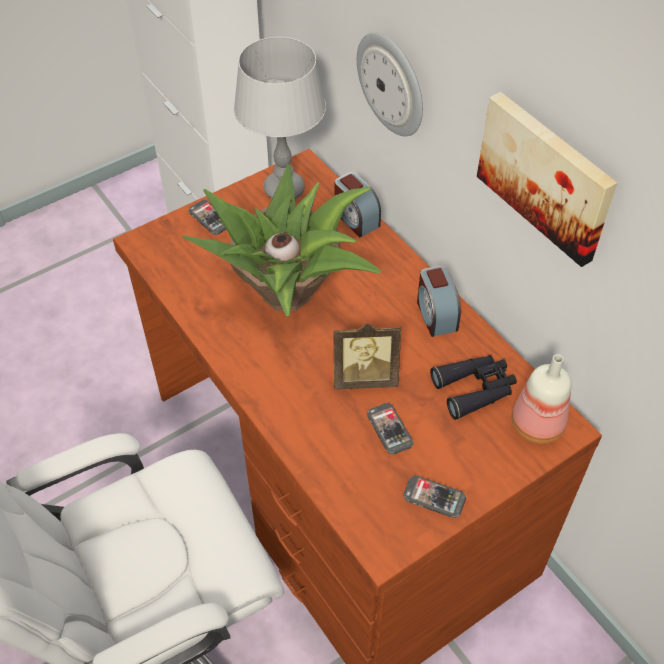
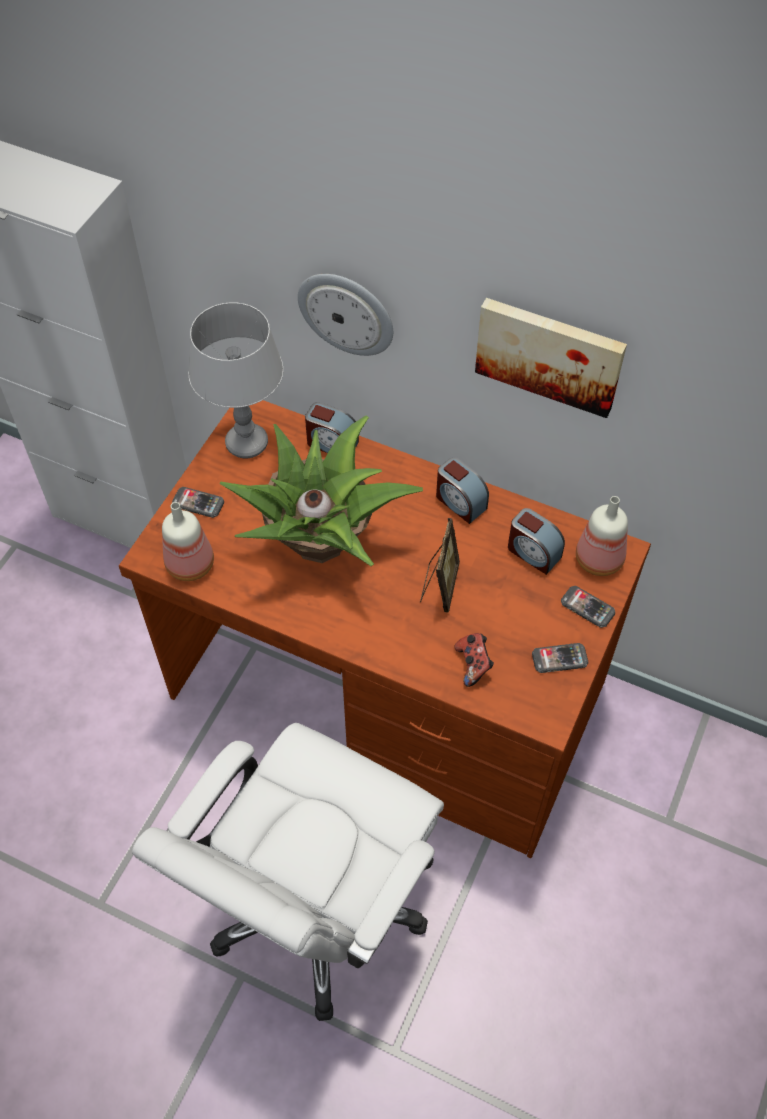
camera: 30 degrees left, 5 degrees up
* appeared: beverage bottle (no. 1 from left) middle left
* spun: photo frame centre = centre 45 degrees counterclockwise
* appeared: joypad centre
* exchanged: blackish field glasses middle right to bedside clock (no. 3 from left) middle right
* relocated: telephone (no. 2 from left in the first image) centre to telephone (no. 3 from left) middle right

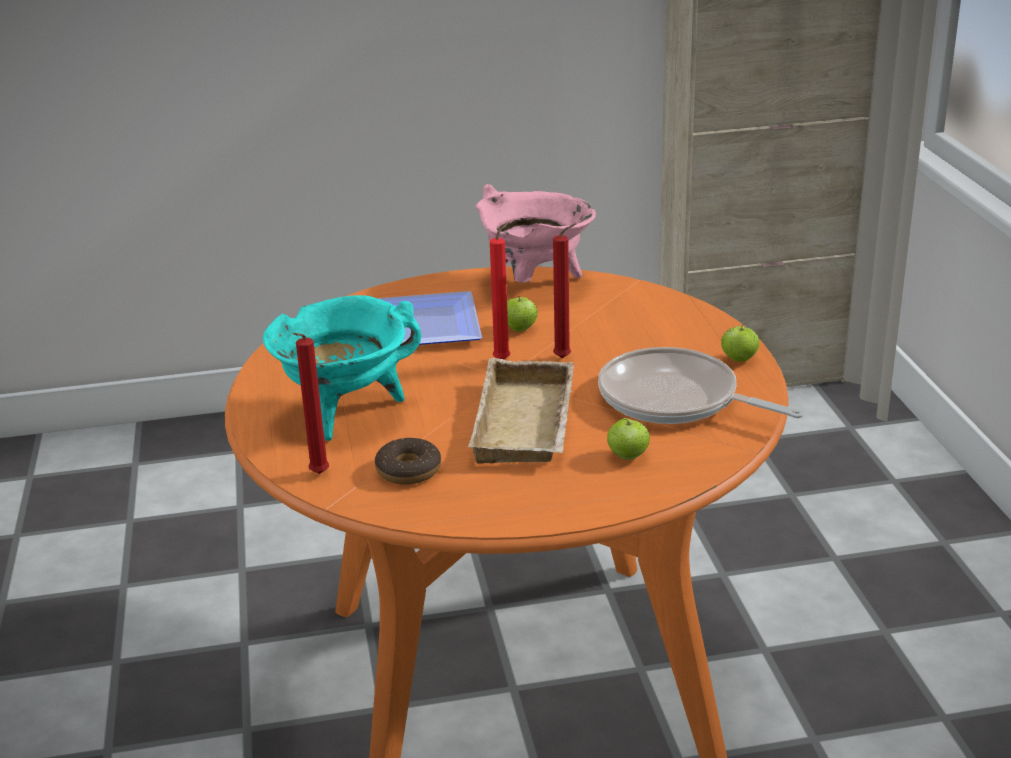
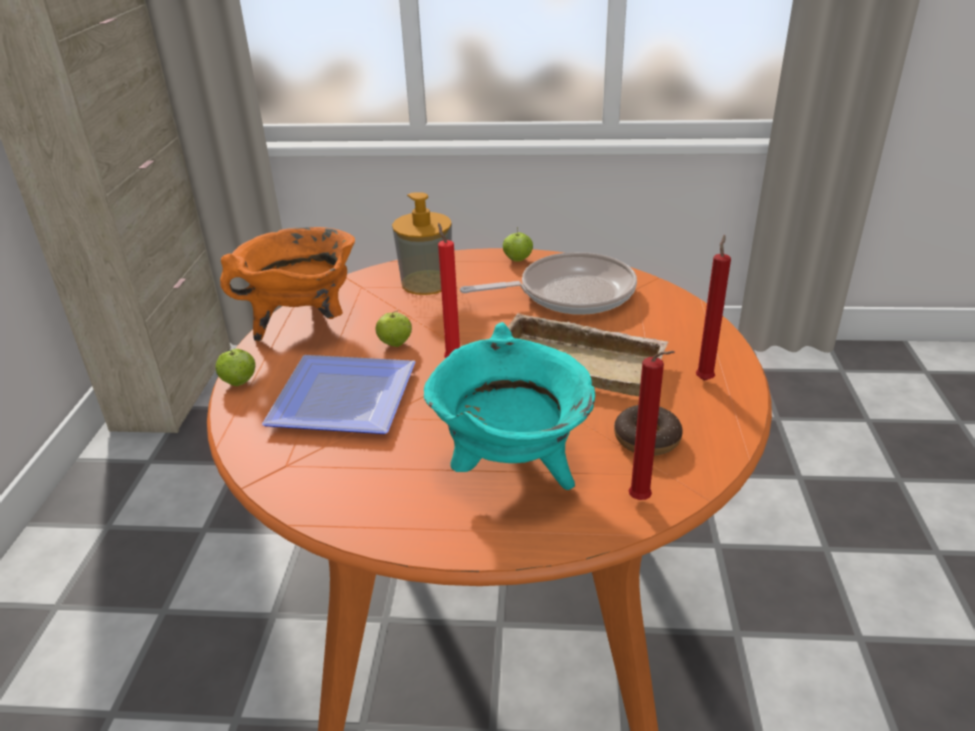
camera: 75 degrees left, 5 degrees up
* relocated: apple (no. 2 from left in the first image) centre to apple (no. 1 from left) middle left
* colour: pink saucepot top centre to orange-coloured saucepot middle left
* appeared: soap dispenser top centre
* spun: skillet middle right = centre 150 degrees counterclockwise
* relocated: red-coloured wax light (no. 3 from left) centre to middle right

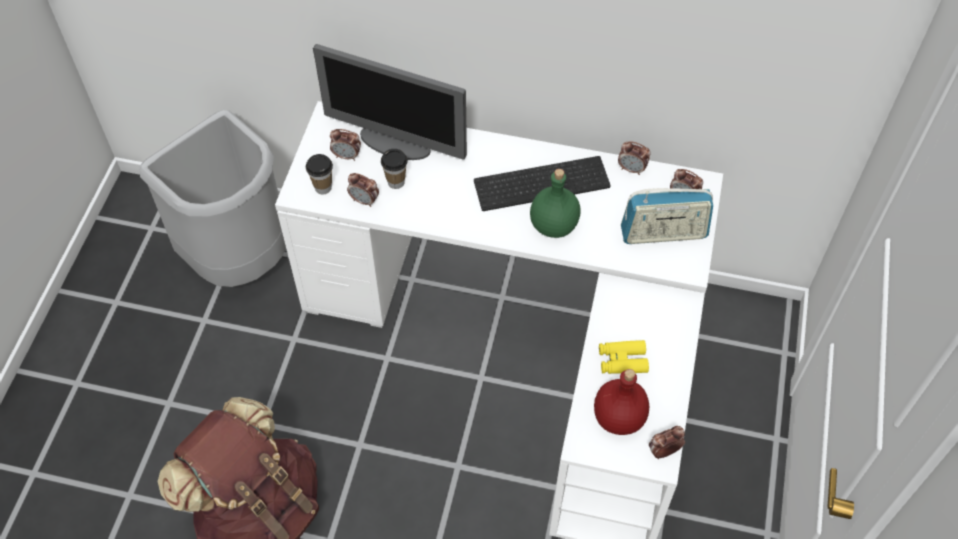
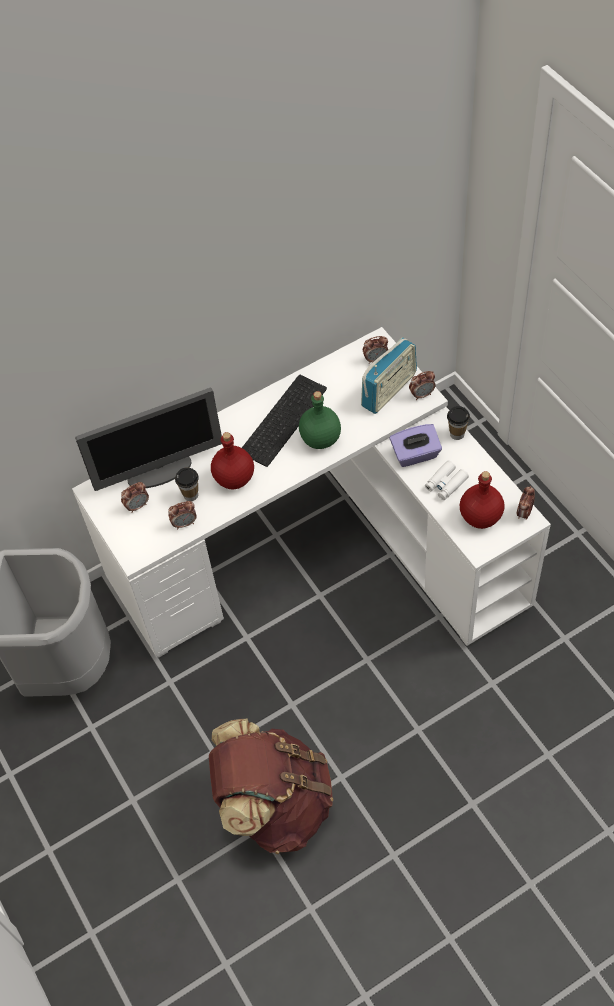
camera: 40 degrees left, 0 degrees up
* appeared: red-coloured beverage bottle (no. 1 from left) centre
* appeared: purplish tissue holder middle right
* relocated: bedside clock (no. 3 from left in the first image) top centre to bedside clock (no. 4 from left) middle right
* colour: yellow field glasses centre to white field glasses middle right
* relocated: cup (no. 1 from left in the first image) top left to cup (no. 2 from left) middle right

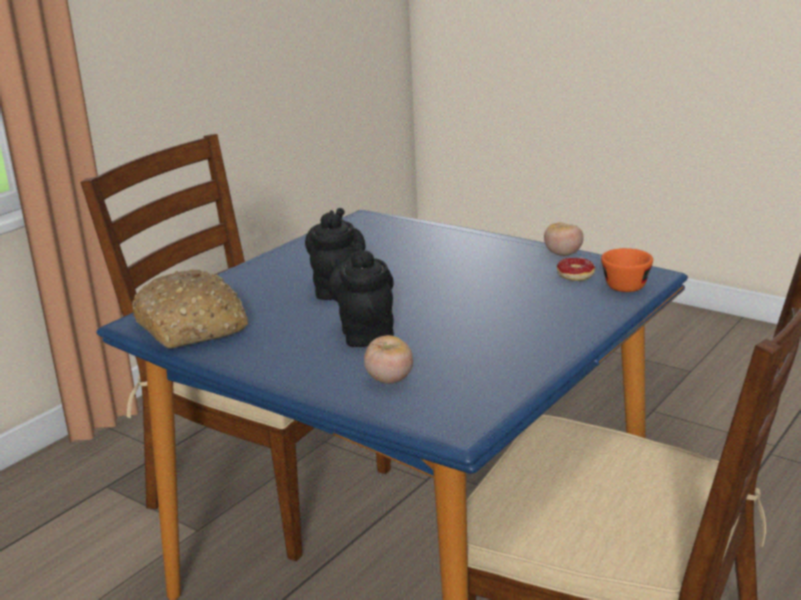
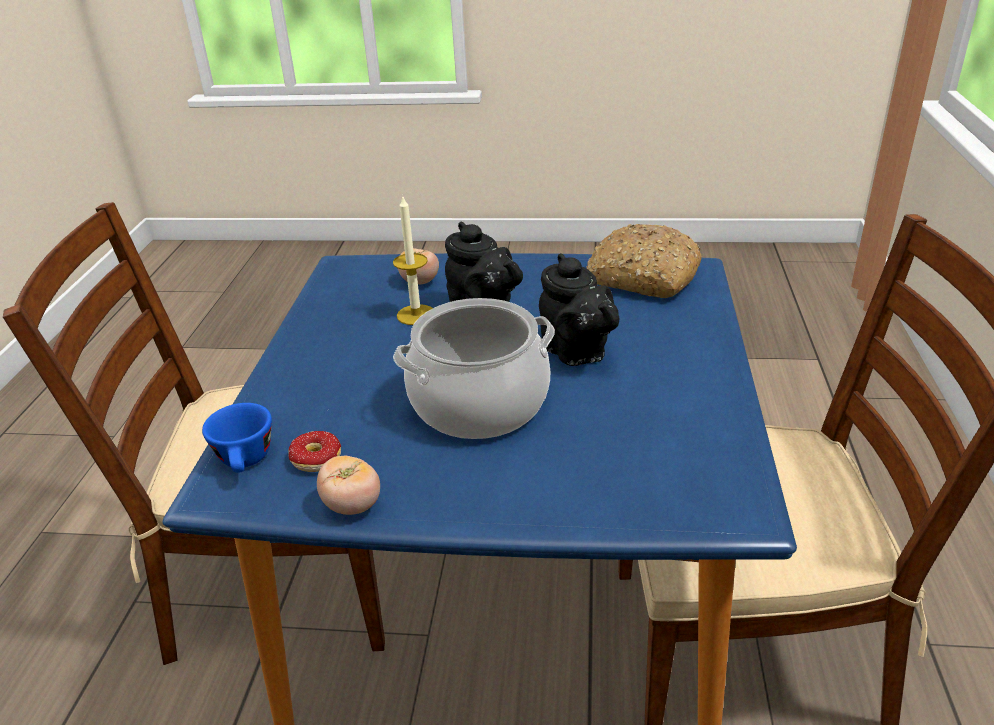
camera: 150 degrees right, 10 degrees up
* colour: orange-coloured cup middle right to bluish cup middle left
* appeared: wax light centre
* appeared: saucepot centre

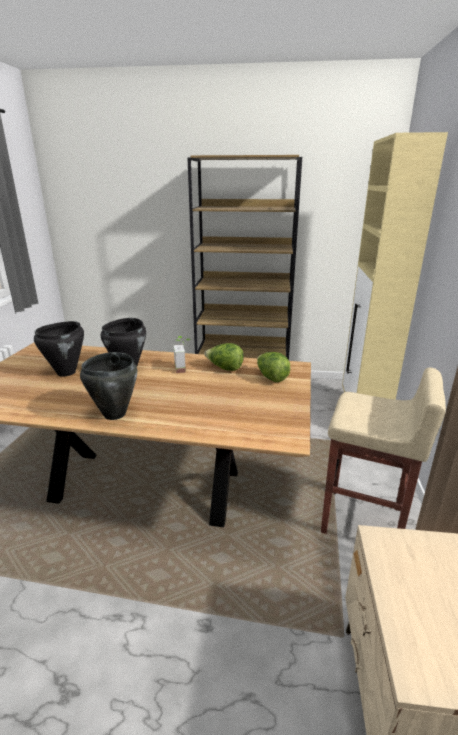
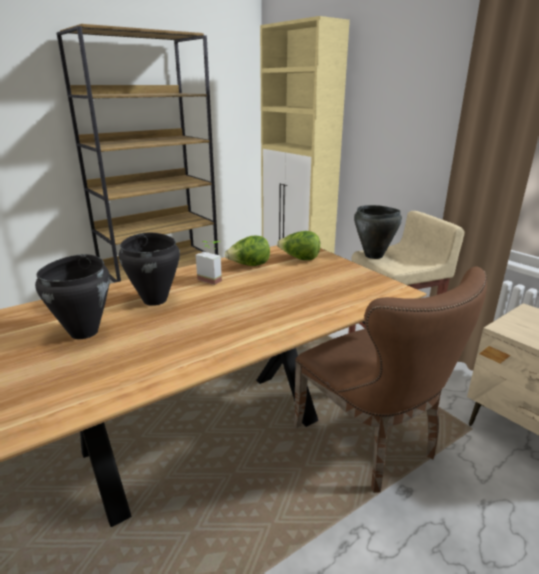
camera: 45 degrees left, 0 degrees up
* appeared: brownish plain chair middle right
* relocated: blackish saucepot (no. 2 from left in the first image) middle left to blackish saucepot (no. 3 from left) middle right

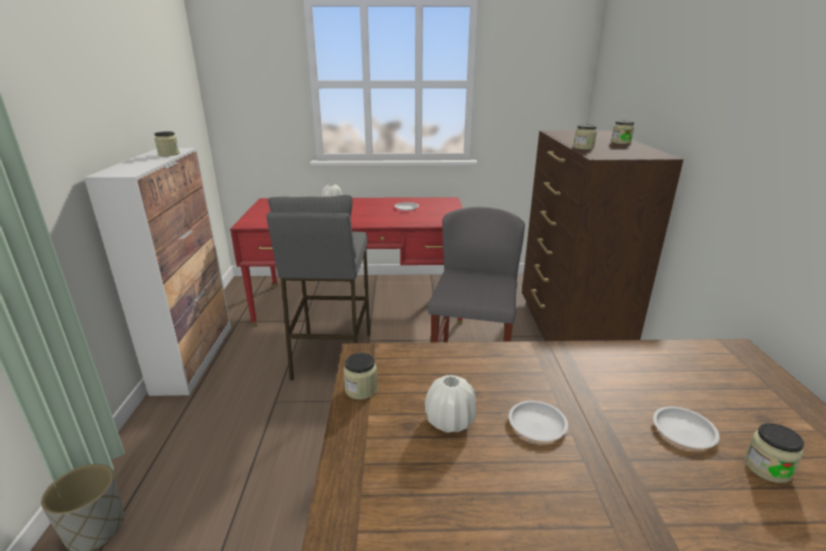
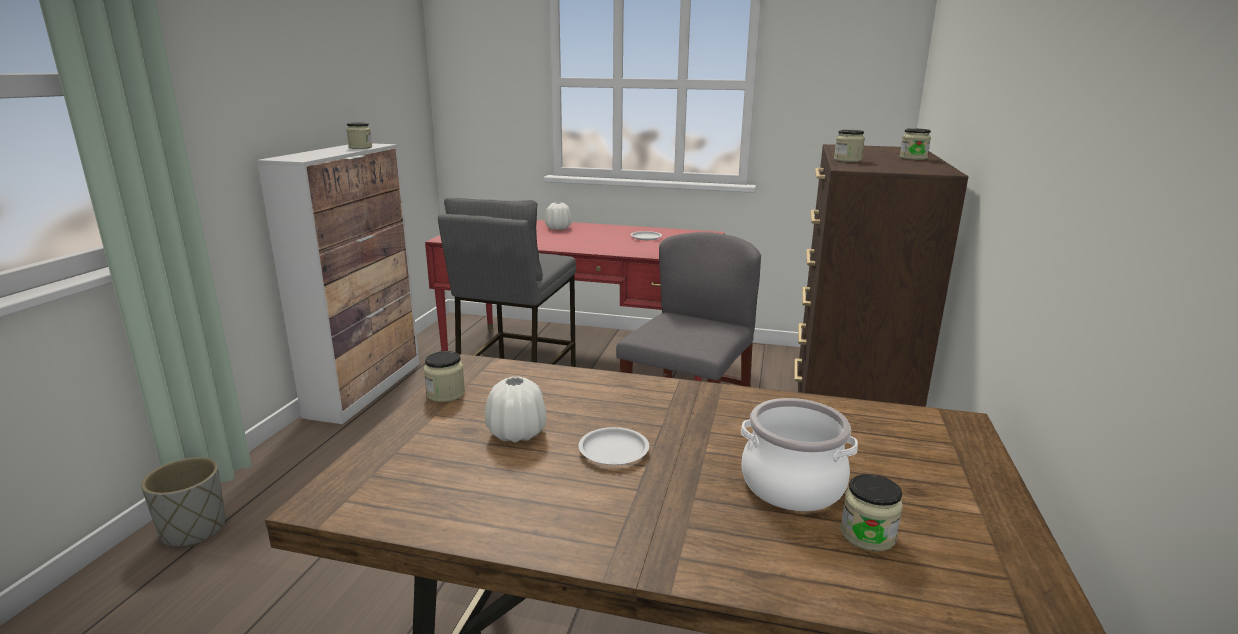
camera: 15 degrees right, 5 degrees down
* exchanged: white flat dish (no. 3 from left) bottom right to saucepot bottom centre

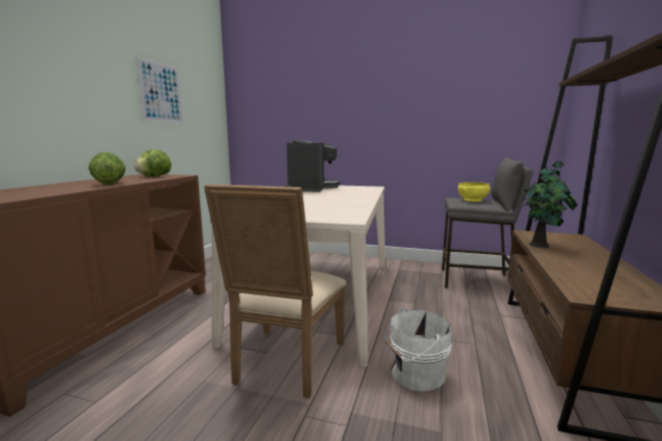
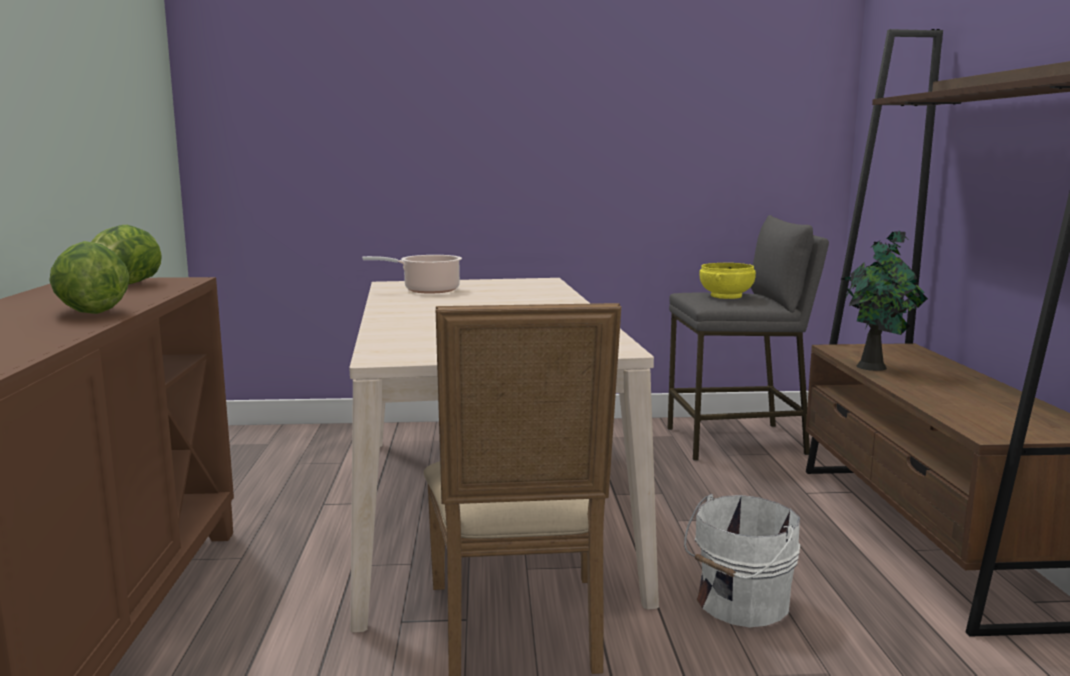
camera: 20 degrees left, 0 degrees up
* exchanged: coffee maker centre to saucepot centre
* missing: wall picture top left

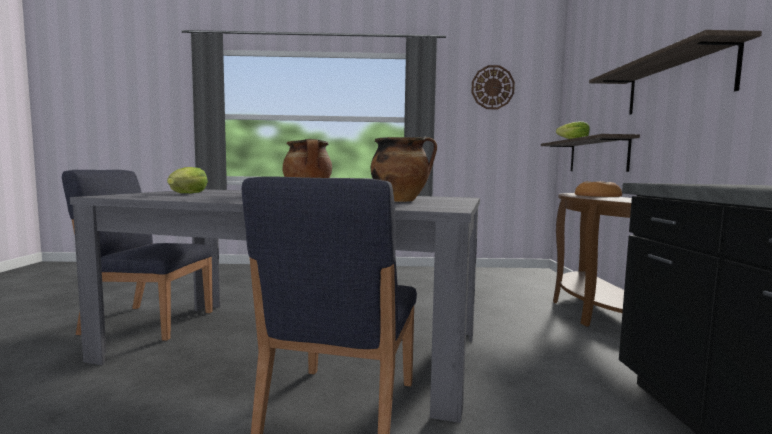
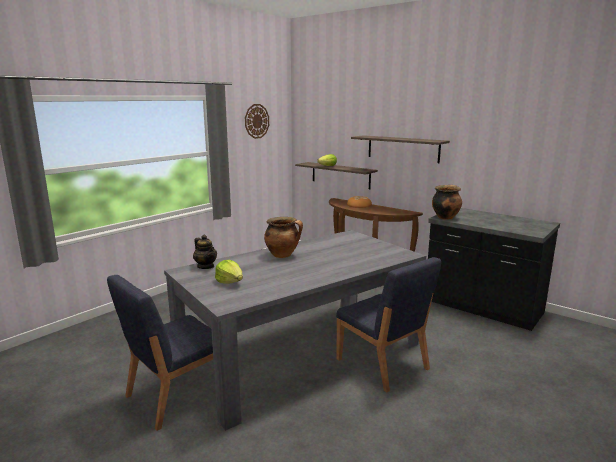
camera: 50 degrees left, 10 degrees up
* appeared: pot for tea middle left
* relocated: saucepot (no. 2 from left) centre to middle right

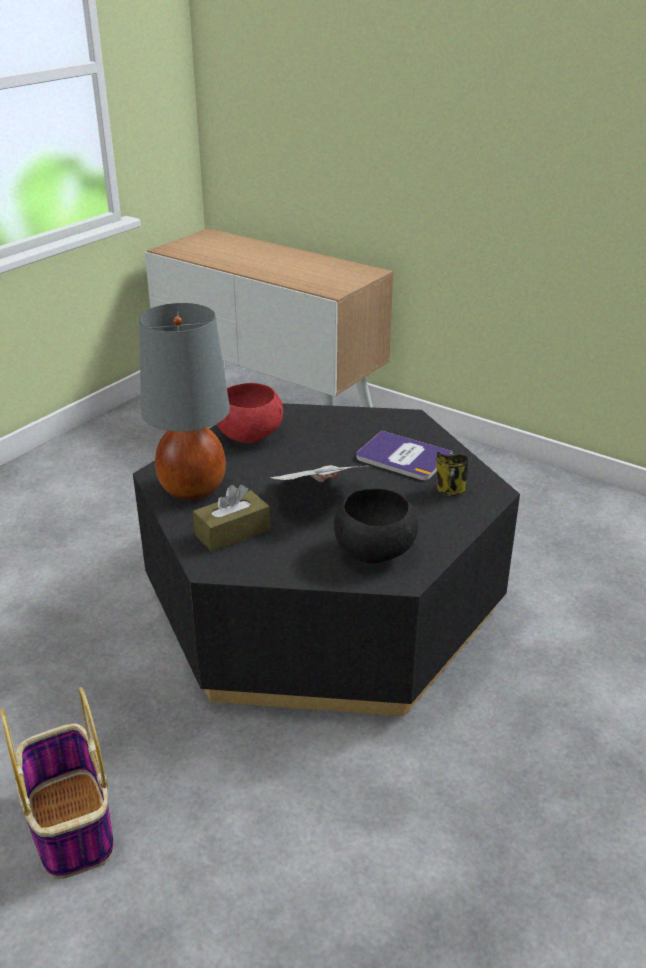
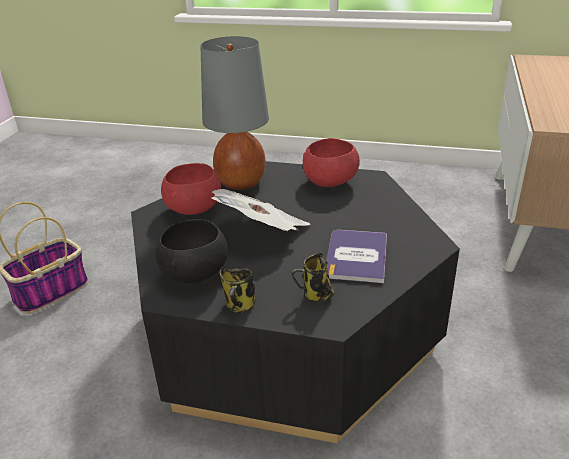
camera: 70 degrees right, 0 degrees up
* exchanged: brownish tissue holder centre to red-coloured bowl (no. 1 from left) centre
* appeared: coffee mug (no. 1 from left) centre

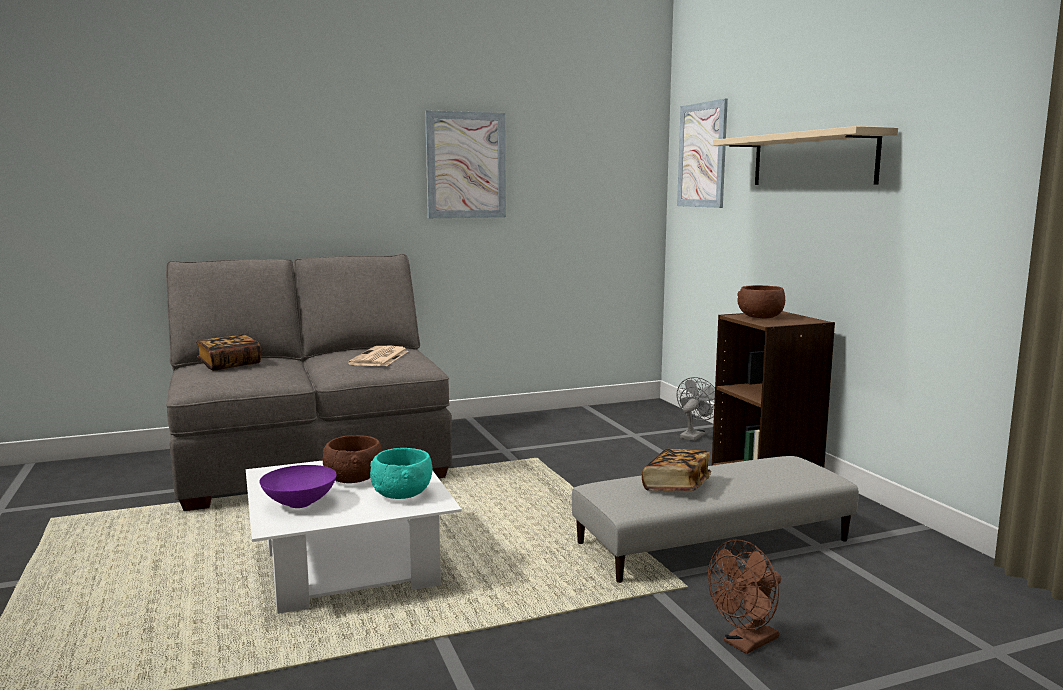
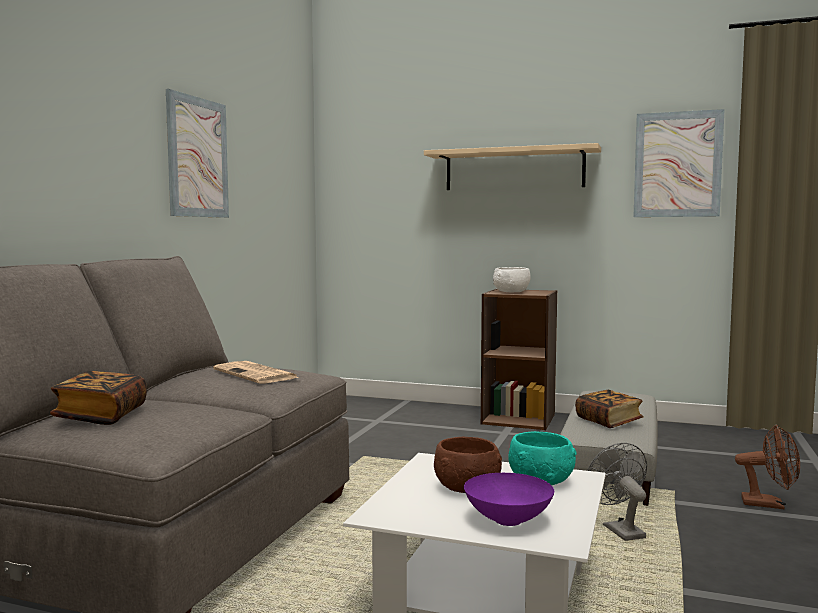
camera: 50 degrees left, 5 degrees down
* colour: brownish bowl (no. 2 from left) middle right to white bowl centre
* relocated: greyish fan centre to bottom right
* relocated: wall picture (no. 2 from left) top centre to top right
* spun: brownish fan bottom right = bottom right 75 degrees counterclockwise

